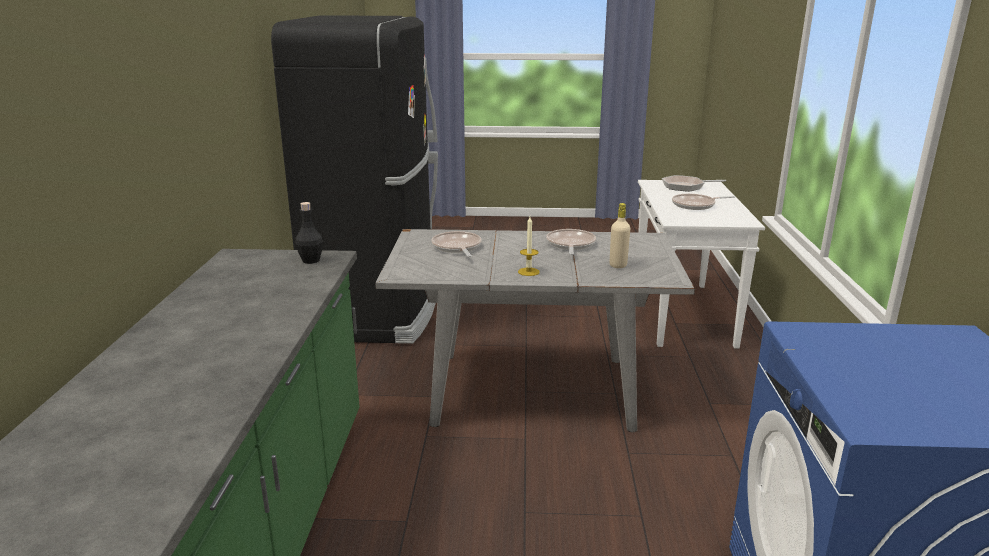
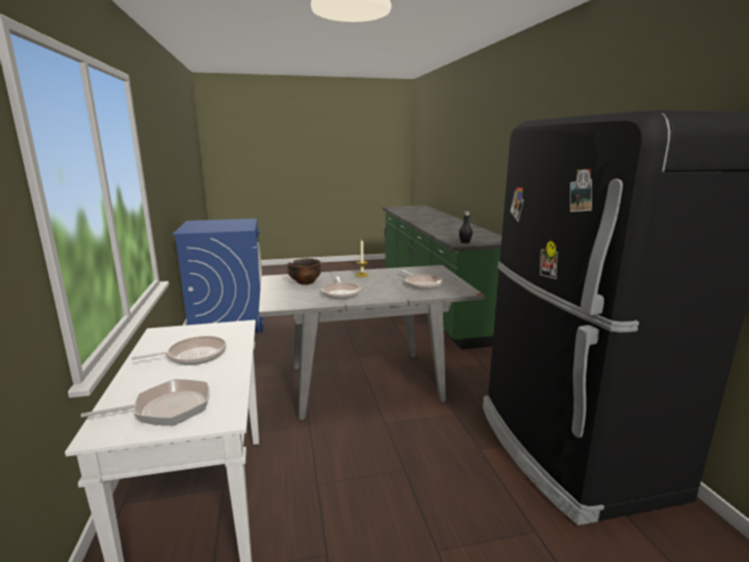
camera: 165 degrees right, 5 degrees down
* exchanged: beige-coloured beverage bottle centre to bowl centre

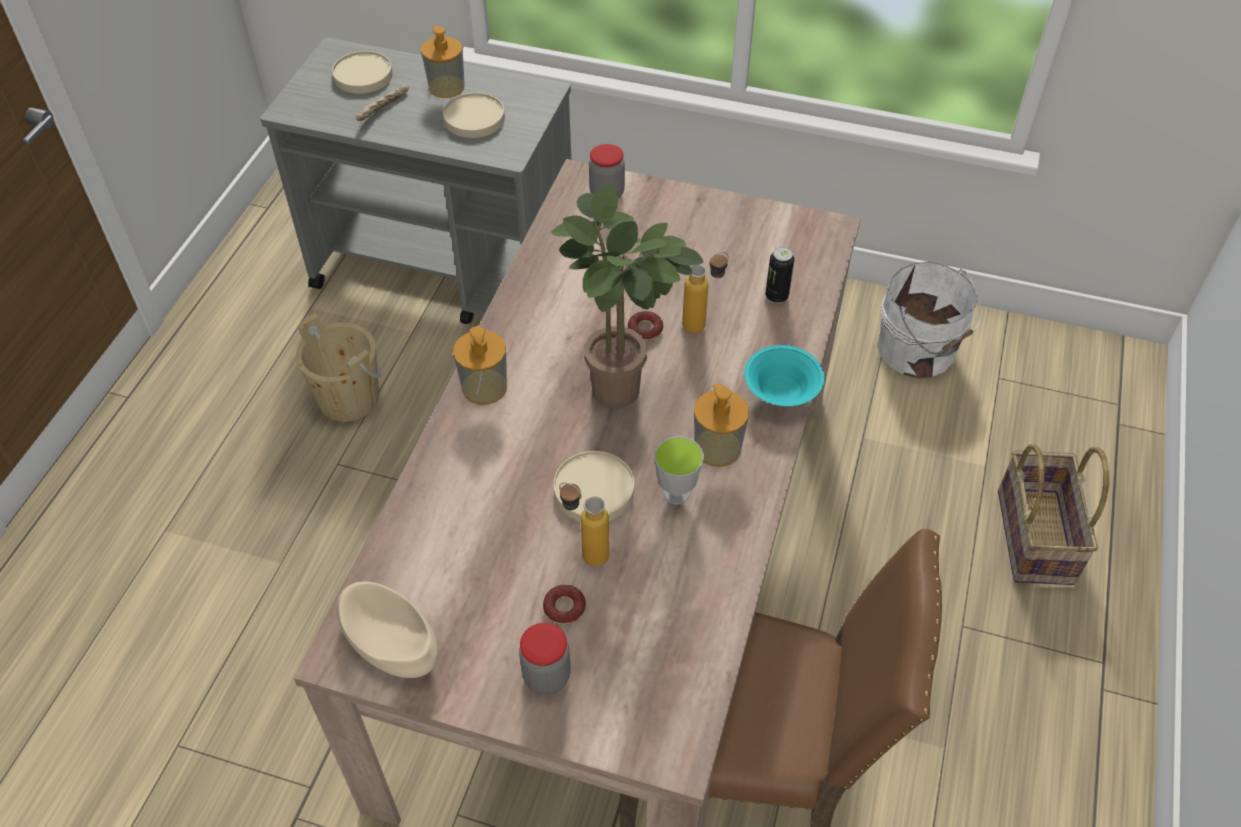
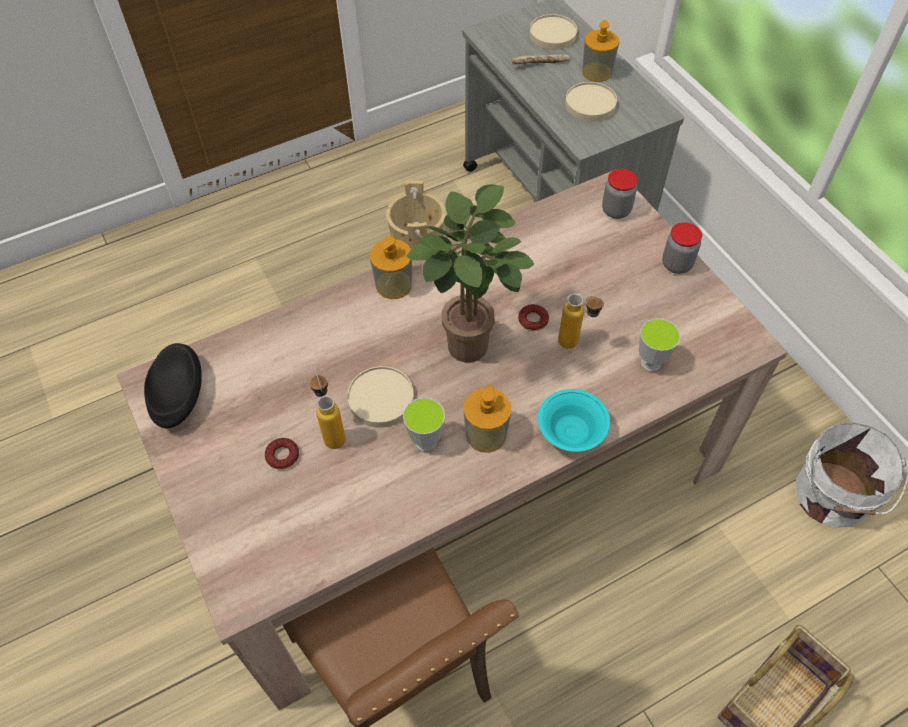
camera: 45 degrees right, 5 degrees up
* colour: beige-coloured bowl bottom left to blackish bowl middle left
* exchanged: metal can top centre to cup (no. 2 from left) middle right
* relocated: storage jar (no. 1 from left in the first image) bottom centre to storage jar (no. 2 from left) middle right

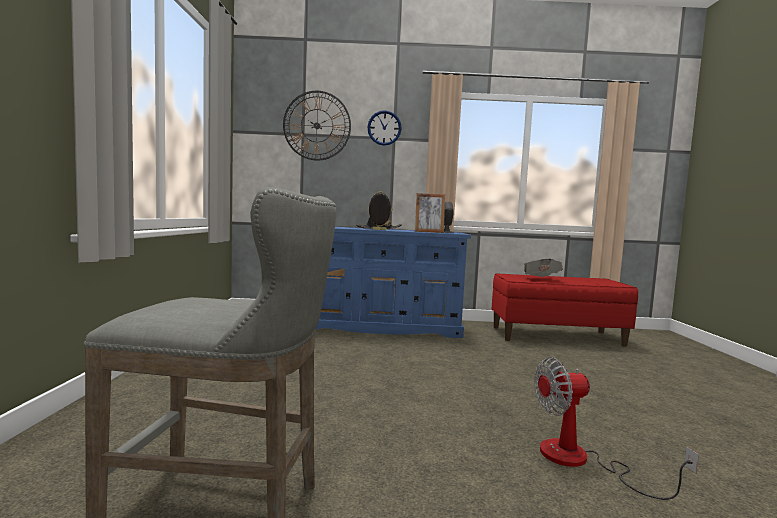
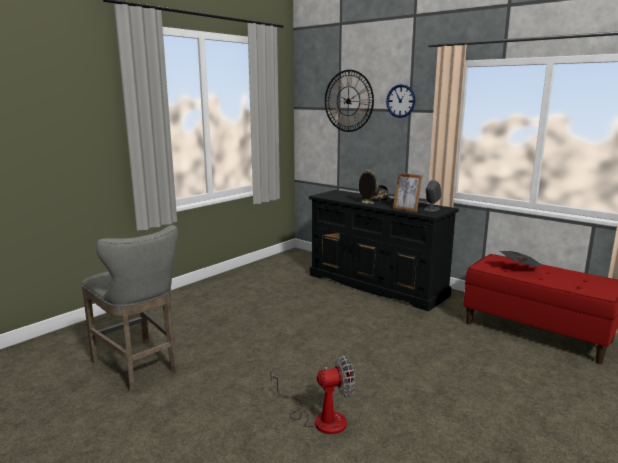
camera: 40 degrees right, 10 degrees up
* spun: fan bottom right = bottom centre 135 degrees clockwise
* colour: bluish chest of drawers centre to blackish chest of drawers centre

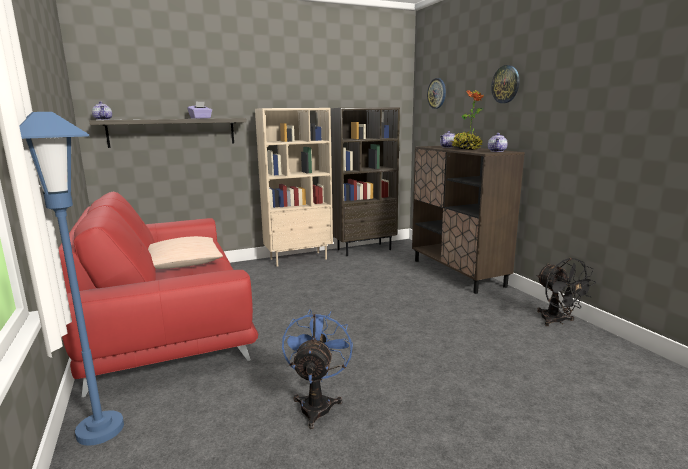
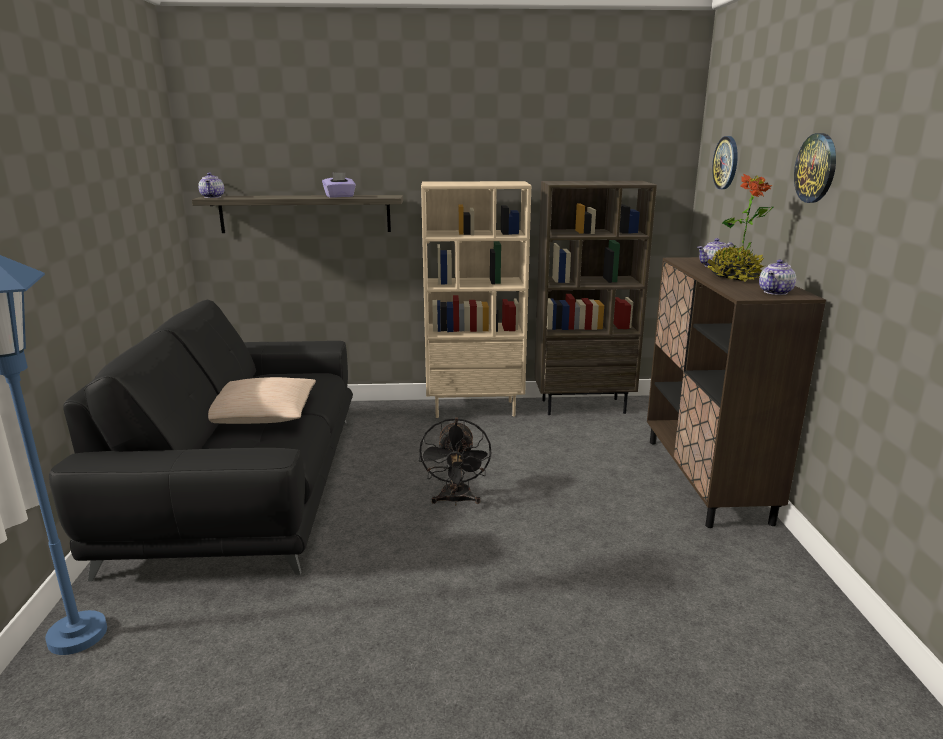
camera: 20 degrees right, 5 degrees up
* colour: red-coloured couch middle left to blackish couch middle left
* relocated: blackish fan middle right to centre
* missing: bluish fan bottom centre

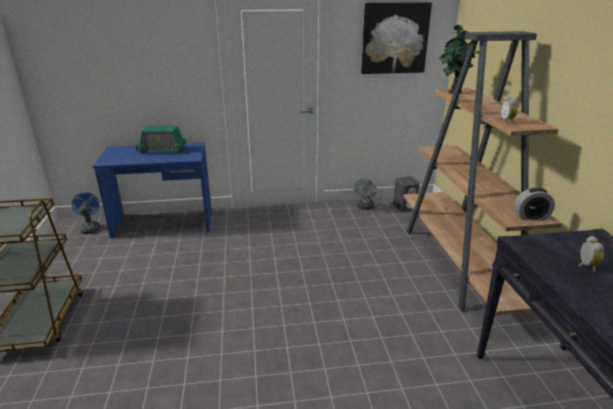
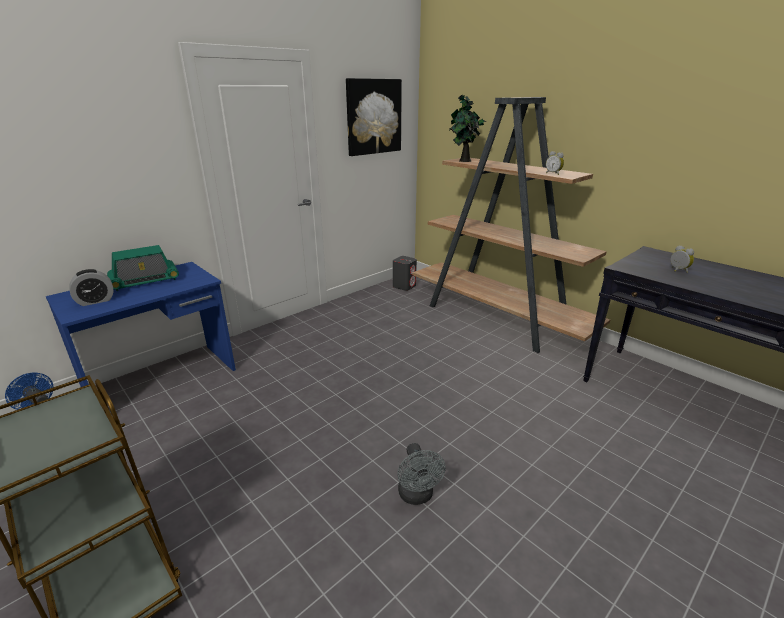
camera: 35 degrees left, 0 degrees up
* relocated: bedside clock (no. 2 from left in the first image) middle right to bedside clock (no. 1 from left) middle left
* relocated: greyish fan centre to bottom centre

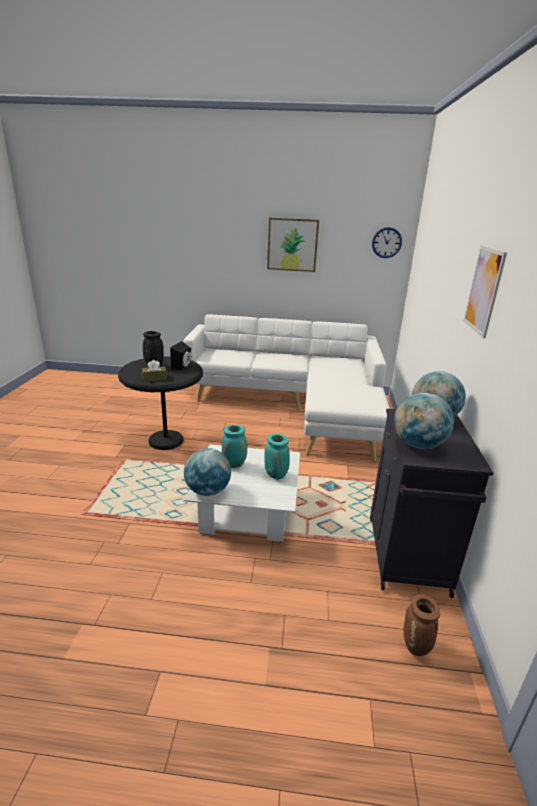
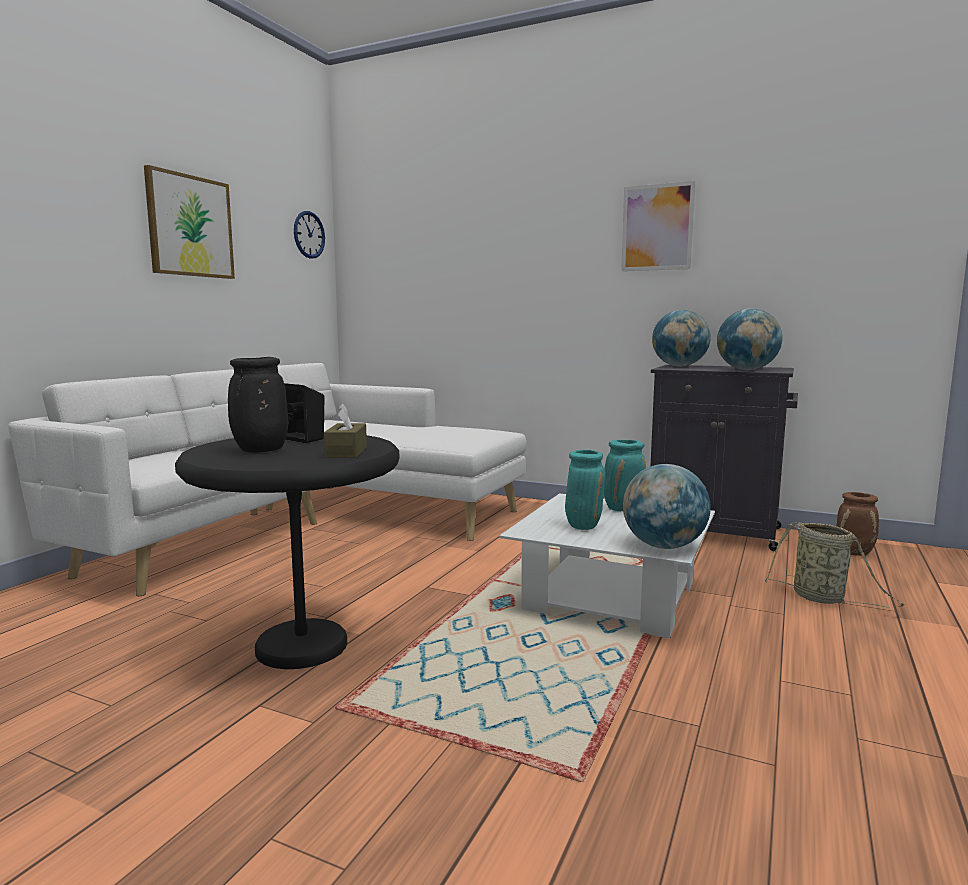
camera: 70 degrees left, 15 degrees down
* appeared: household basket middle right

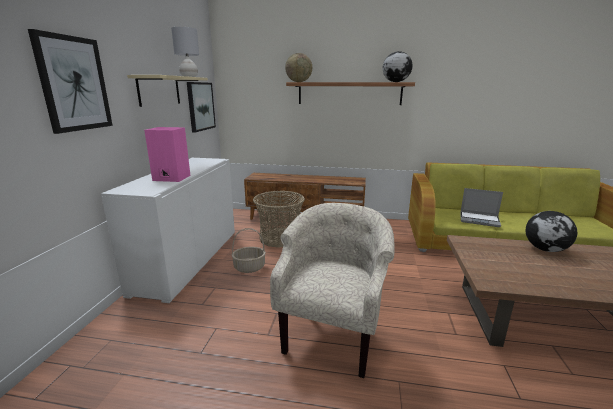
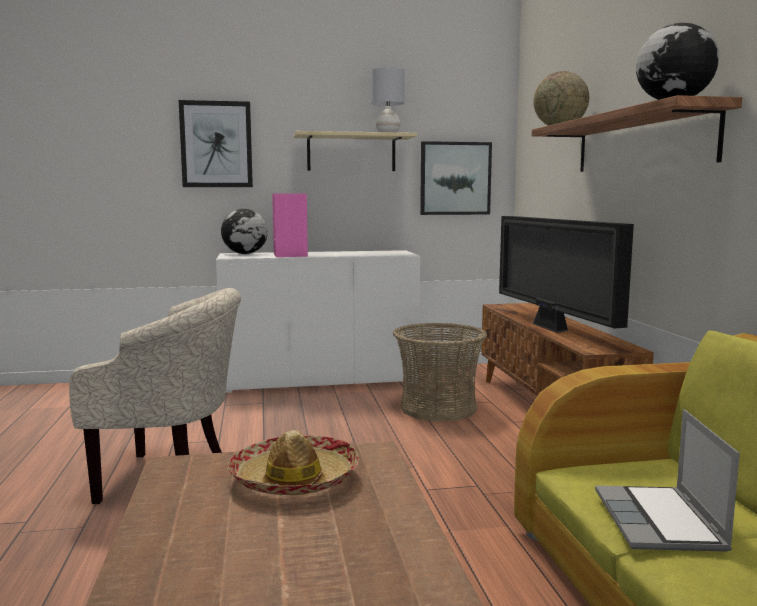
camera: 70 degrees right, 10 degrees down
* relocated: globe (no. 3 from left in the first image) middle right to globe (no. 1 from left) middle left
* appeared: hat bottom centre
* appeared: television middle right
* missing: household basket (no. 1 from left) centre

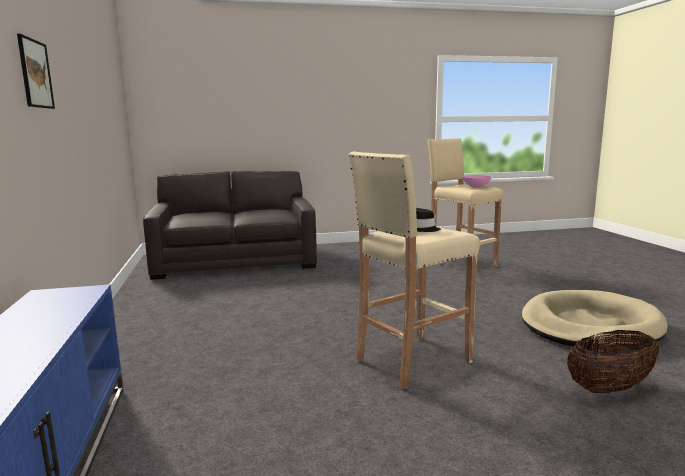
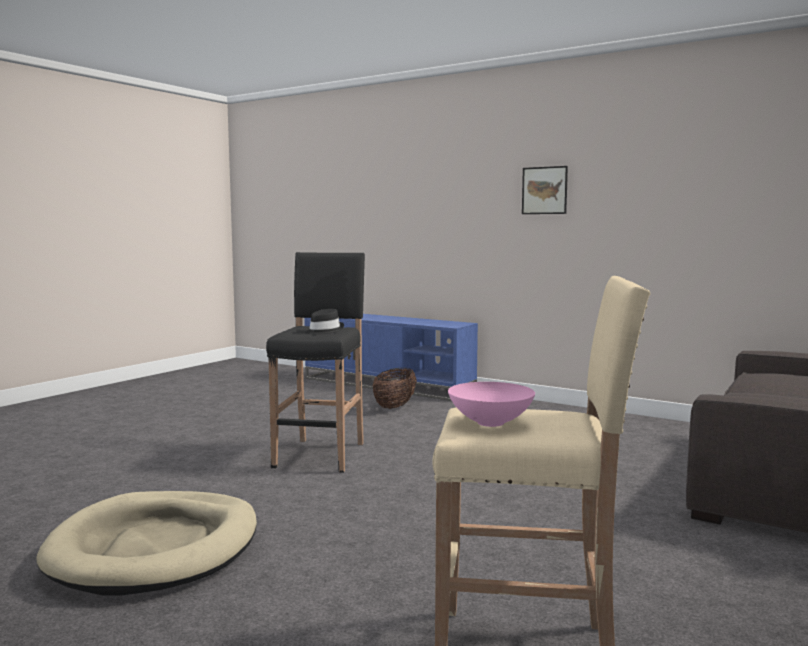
camera: 135 degrees right, 5 degrees down
* colour: beige-coloured stool (no. 1 from left) centre to blackish stool centre
* relocated: household basket bottom right to centre

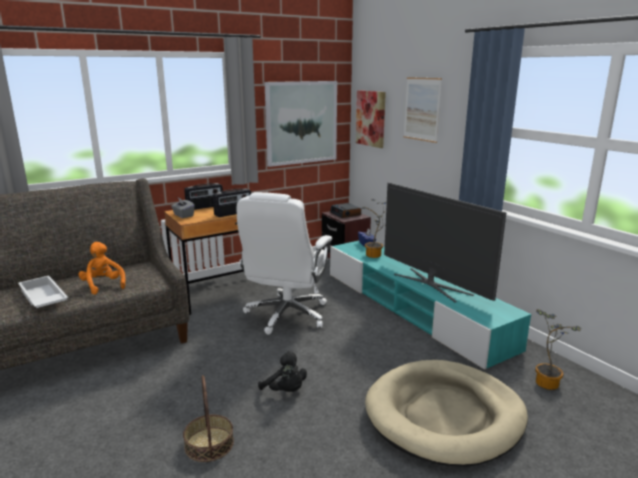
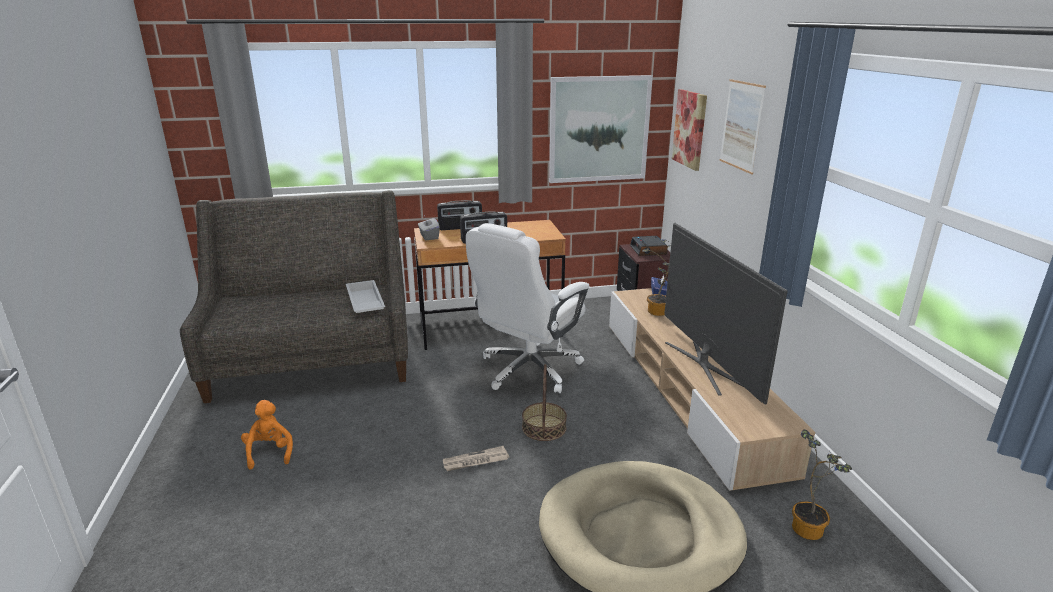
camera: 20 degrees right, 5 degrees up
* relocated: orange-coloured plush toy middle left to bottom left
* relocated: white carrying tray middle left to centre
* exchanged: blackish plush toy bottom centre to printed paper bottom centre
* relocated: household basket bottom left to bottom centre
* colour: turquoise-coloured tv stand middle right to beige-coloured tv stand middle right

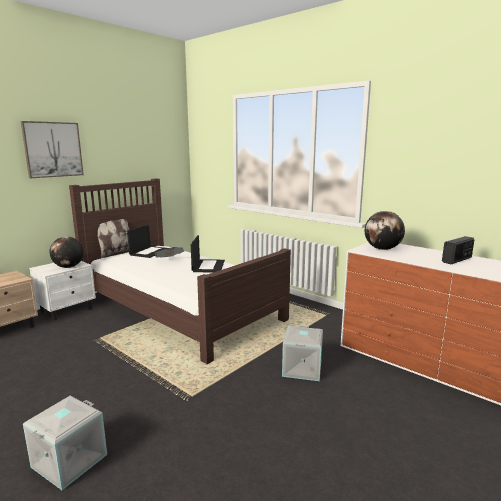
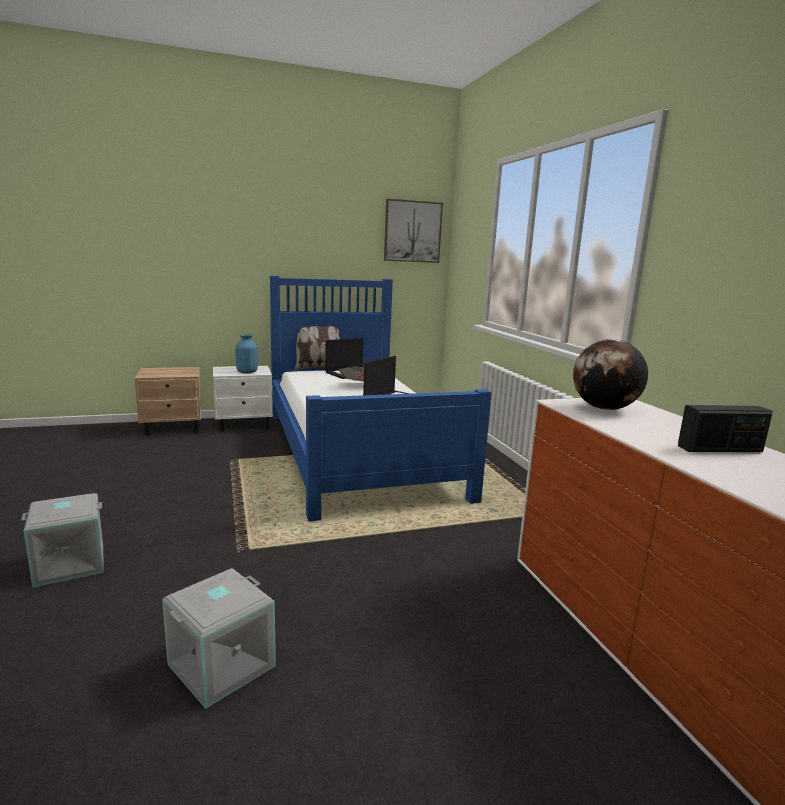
camera: 30 degrees right, 0 degrees up
* relocated: greyish storage container (no. 2 from left) bottom centre to bottom left
* exchanged: globe (no. 1 from left) middle left to bluish flower vase middle left
* colour: brownish bed centre to bluish bed centre
* relocated: wall picture top left to top centre

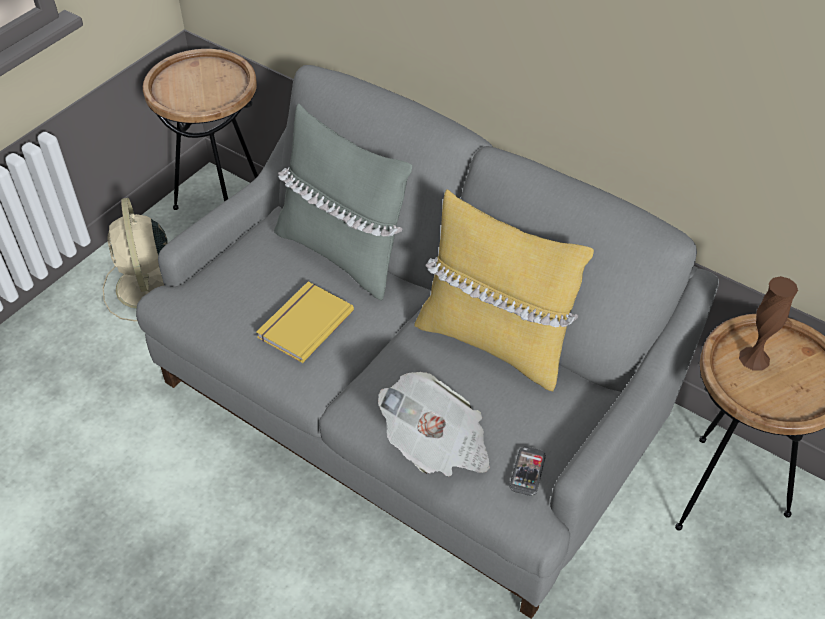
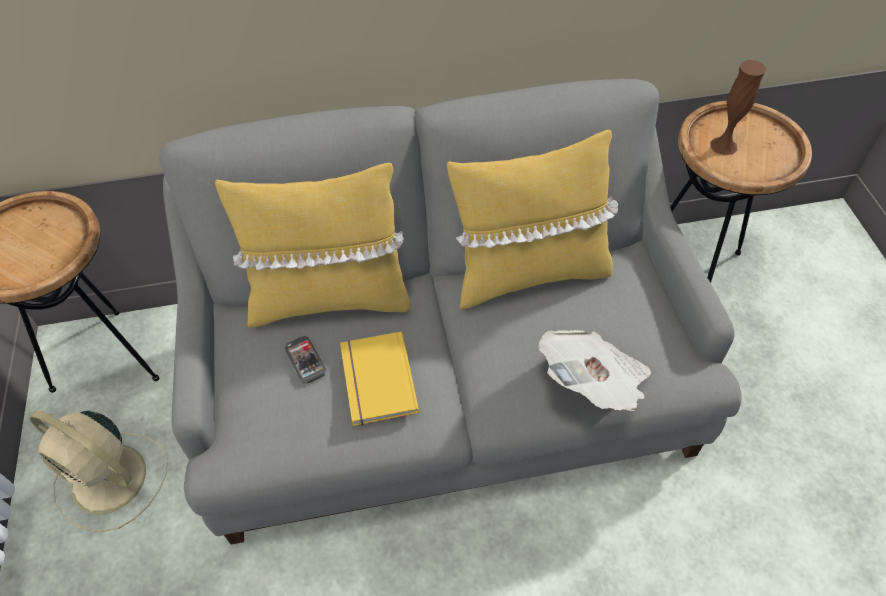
camera: 45 degrees left, 5 degrees up
* colour: greyish throw pillow top centre to yellow throw pillow (no. 1 from left) centre
* relocated: telephone bottom centre to centre

